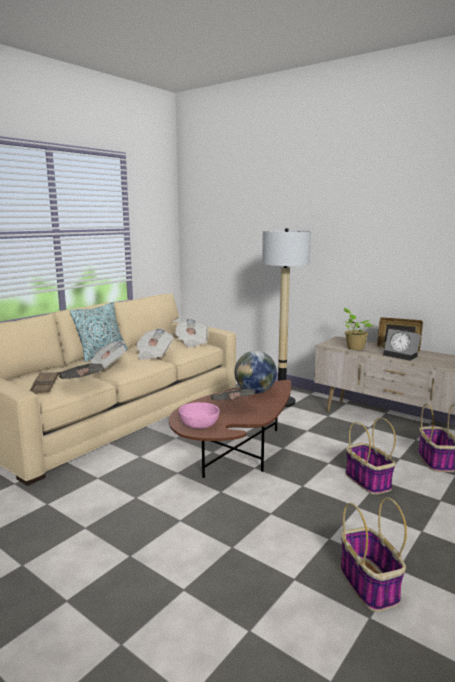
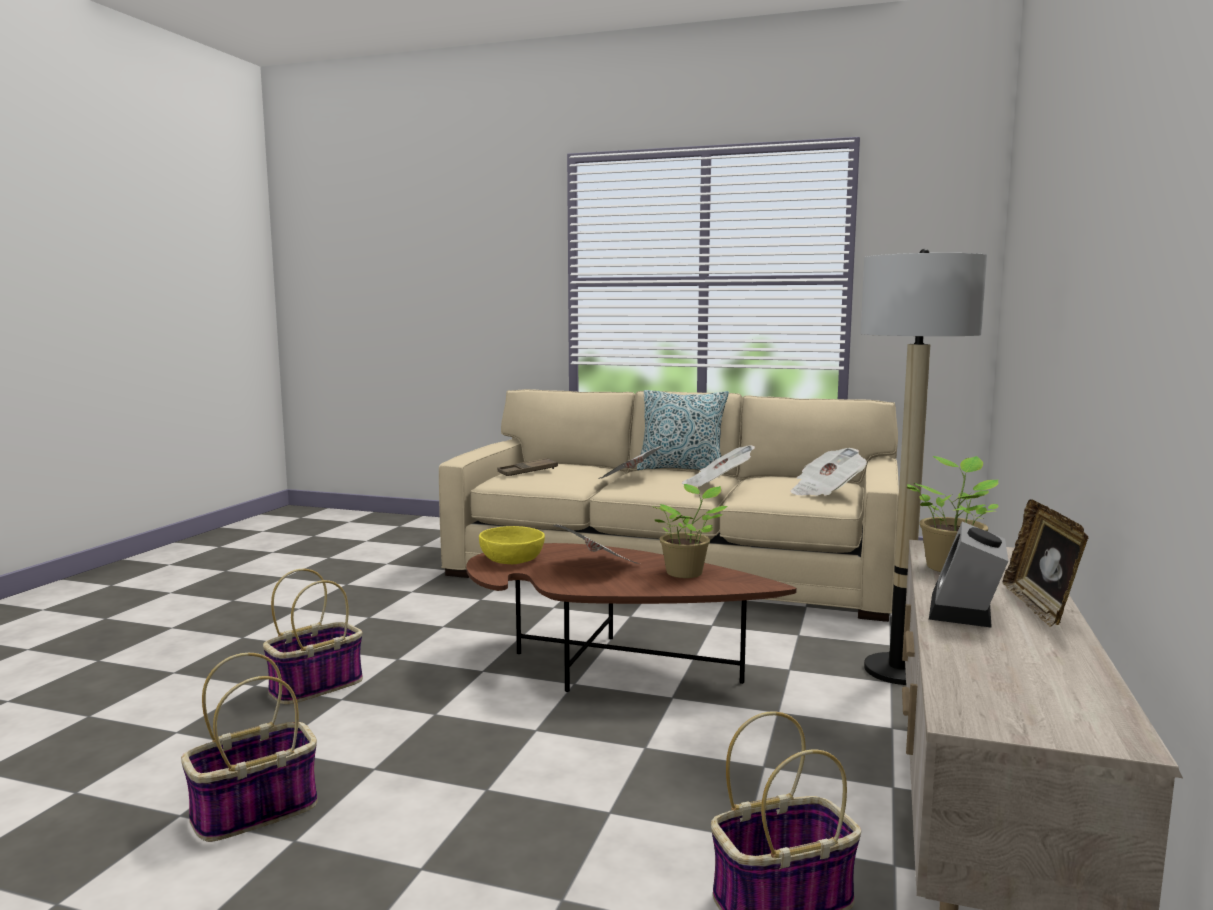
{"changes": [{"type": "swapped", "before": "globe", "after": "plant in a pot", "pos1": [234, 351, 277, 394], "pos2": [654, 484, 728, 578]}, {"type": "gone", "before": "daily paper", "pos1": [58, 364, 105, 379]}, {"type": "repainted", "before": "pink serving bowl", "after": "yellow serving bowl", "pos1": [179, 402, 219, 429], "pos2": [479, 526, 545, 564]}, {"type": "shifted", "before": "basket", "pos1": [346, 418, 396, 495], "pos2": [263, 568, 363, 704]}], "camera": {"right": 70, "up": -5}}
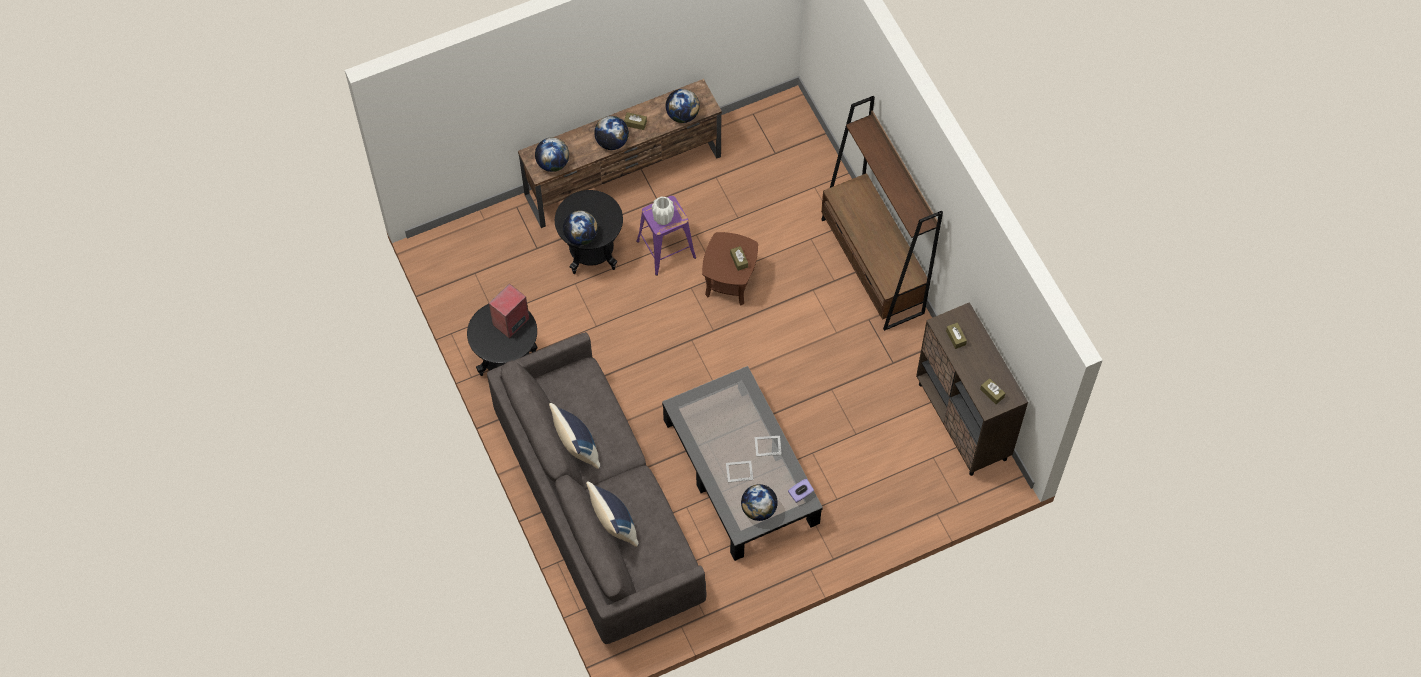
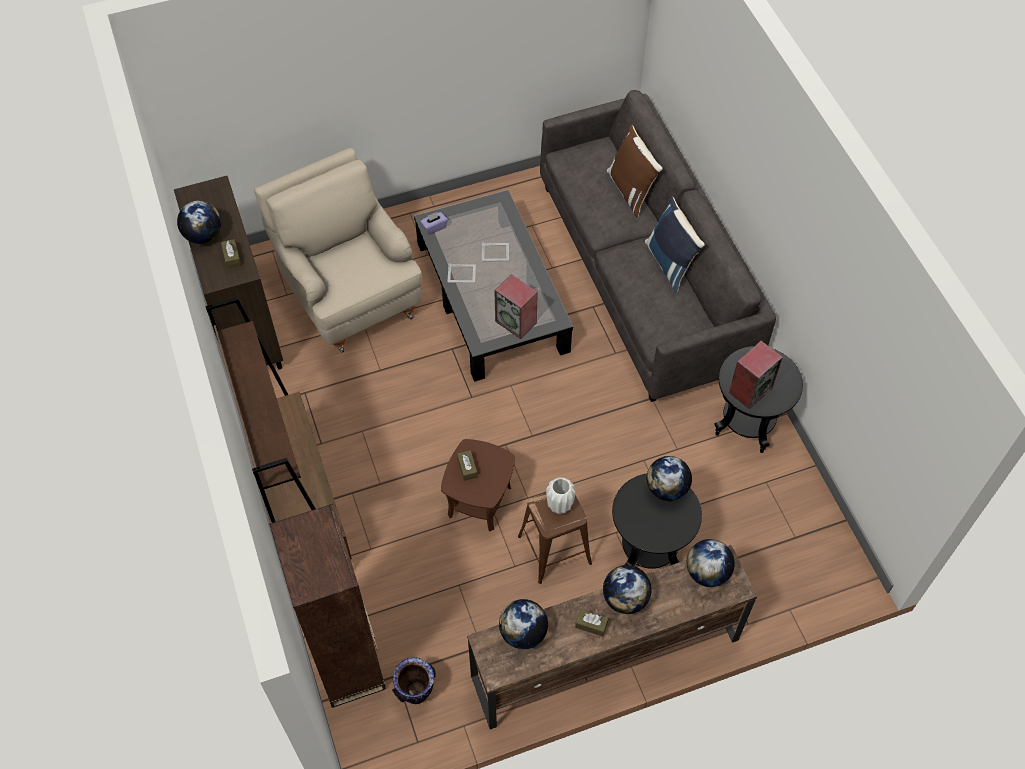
{"changes": [{"type": "repainted", "before": "purple stool seat", "after": "brownish stool seat", "pos1": [636, 196, 696, 276], "pos2": [518, 493, 592, 584]}, {"type": "gone", "before": "brownish tissue holder", "pos1": [980, 378, 1005, 404]}, {"type": "repainted", "before": "blue-coloured pillow", "after": "brownish pillow", "pos1": [586, 481, 639, 547], "pos2": [607, 125, 663, 217]}, {"type": "shifted", "before": "globe", "pos1": [741, 484, 778, 521], "pos2": [177, 201, 221, 244]}, {"type": "new", "after": "beige lounge chair", "pos2": [254, 147, 422, 353]}, {"type": "new", "after": "audio speaker", "pos2": [494, 274, 538, 339]}, {"type": "new", "after": "brownish bookcase", "pos2": [269, 504, 386, 708]}, {"type": "new", "after": "vase", "pos2": [392, 657, 436, 704]}], "camera": {"right": -175, "up": -5}}
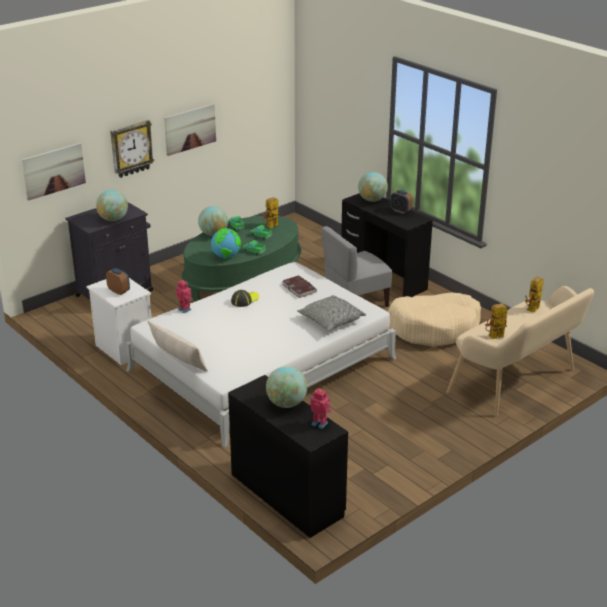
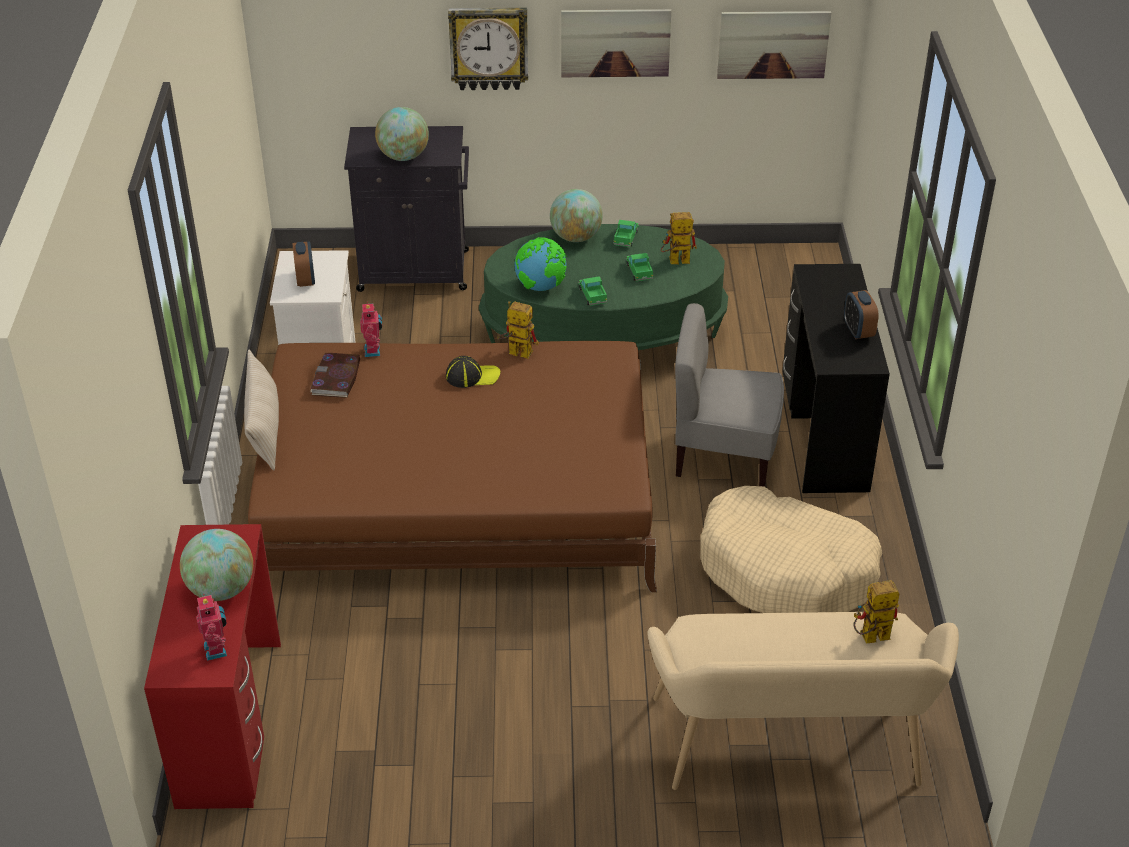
{"changes": [{"type": "shifted", "before": "picture", "pos1": [22, 143, 86, 201], "pos2": [717, 11, 831, 79]}, {"type": "gone", "before": "globe", "pos1": [358, 172, 388, 202]}, {"type": "repainted", "before": "white bedroom bed", "after": "brownish bedroom bed", "pos1": [126, 262, 397, 448], "pos2": [248, 341, 657, 592]}, {"type": "shifted", "before": "book", "pos1": [281, 275, 317, 298], "pos2": [310, 353, 360, 398]}, {"type": "gone", "before": "grey pillow", "pos1": [297, 295, 366, 331]}, {"type": "shifted", "before": "model robot", "pos1": [485, 303, 508, 339], "pos2": [496, 301, 539, 359]}, {"type": "repainted", "before": "blackish desk unit", "after": "reddish desk unit", "pos1": [228, 375, 348, 538], "pos2": [144, 524, 281, 809]}], "camera": {"right": 40, "up": 10}}
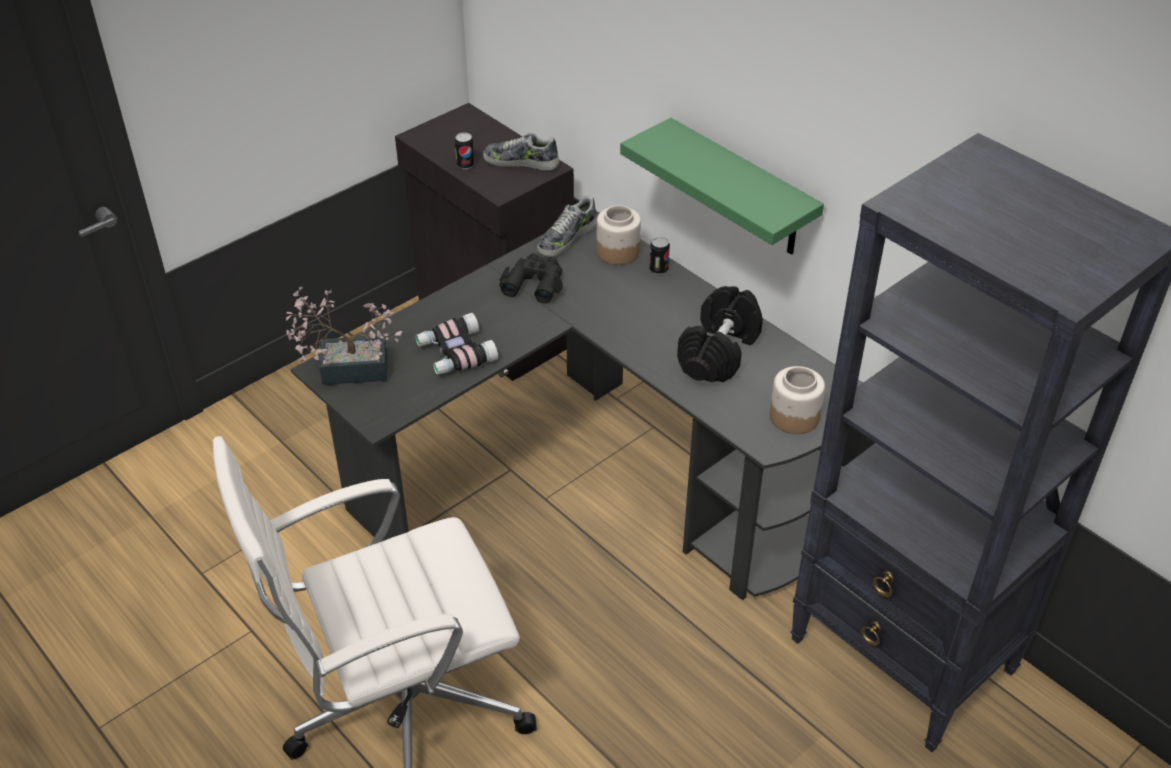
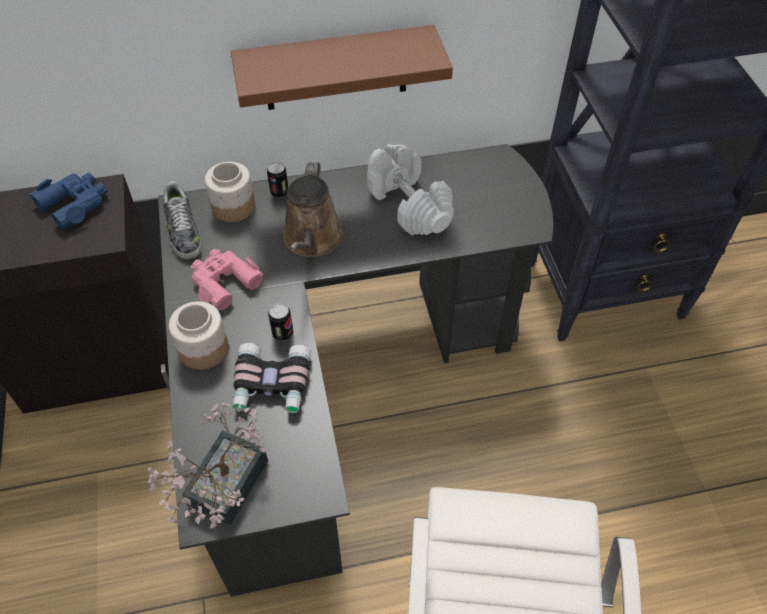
{"changes": [{"type": "repainted", "before": "greenish shelf", "after": "brownish shelf", "pos1": [620, 118, 824, 255], "pos2": [231, 25, 453, 110]}, {"type": "shifted", "before": "metal can", "pos1": [455, 133, 475, 169], "pos2": [268, 303, 293, 341]}, {"type": "swapped", "before": "low shoe", "after": "blue-coloured field glasses", "pos1": [483, 133, 559, 171], "pos2": [29, 173, 108, 230]}, {"type": "repainted", "before": "blackish field glasses", "after": "pink field glasses", "pos1": [499, 253, 563, 303], "pos2": [191, 249, 263, 310]}, {"type": "repainted", "before": "blackish hand weight", "after": "white hand weight", "pos1": [677, 286, 763, 382], "pos2": [367, 144, 454, 235]}, {"type": "shifted", "before": "jar", "pos1": [770, 366, 825, 434], "pos2": [169, 301, 228, 370]}, {"type": "new", "after": "brownish watering pot", "pos2": [283, 162, 344, 257]}], "camera": {"right": -60, "up": 10}}
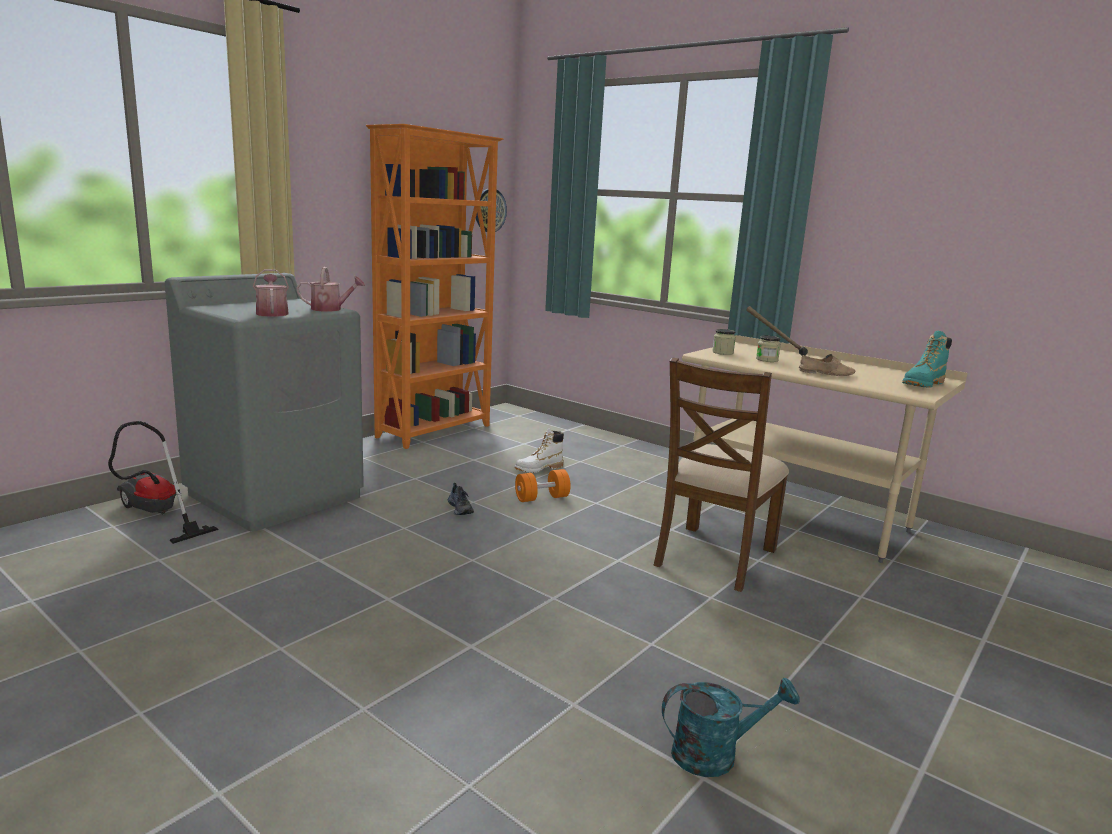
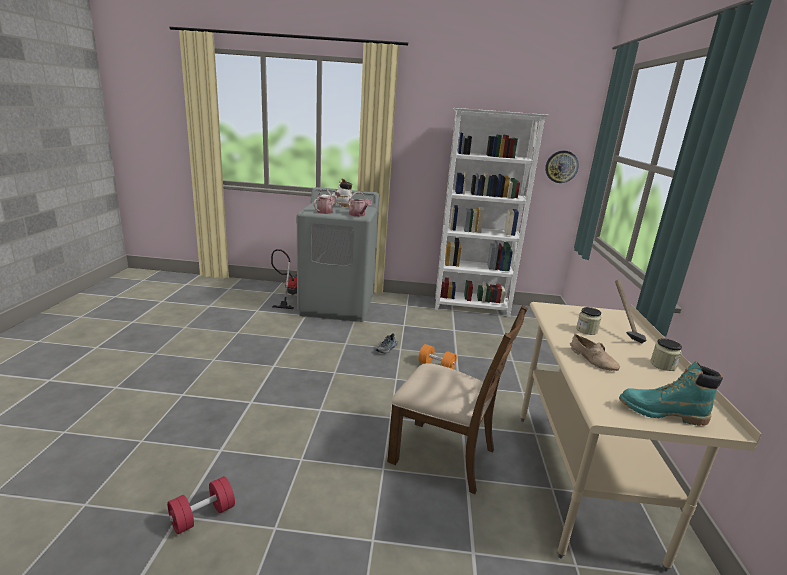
{"changes": [{"type": "repainted", "before": "orangey bookcase", "after": "white bookcase", "pos1": [366, 124, 503, 449], "pos2": [435, 108, 549, 317]}, {"type": "shifted", "before": "jar", "pos1": [712, 329, 736, 355], "pos2": [650, 338, 682, 371]}, {"type": "rotated", "before": "brownish plain chair", "pos1": [653, 358, 789, 592], "pos2": [387, 305, 528, 494], "turn": -150}, {"type": "shifted", "before": "white high-top boot", "pos1": [514, 428, 564, 473], "pos2": [321, 179, 352, 207]}, {"type": "swapped", "before": "turquoise watering pot", "after": "reddish hand weight", "pos1": [662, 678, 800, 777], "pos2": [167, 476, 235, 534]}], "camera": {"right": 55, "up": 5}}
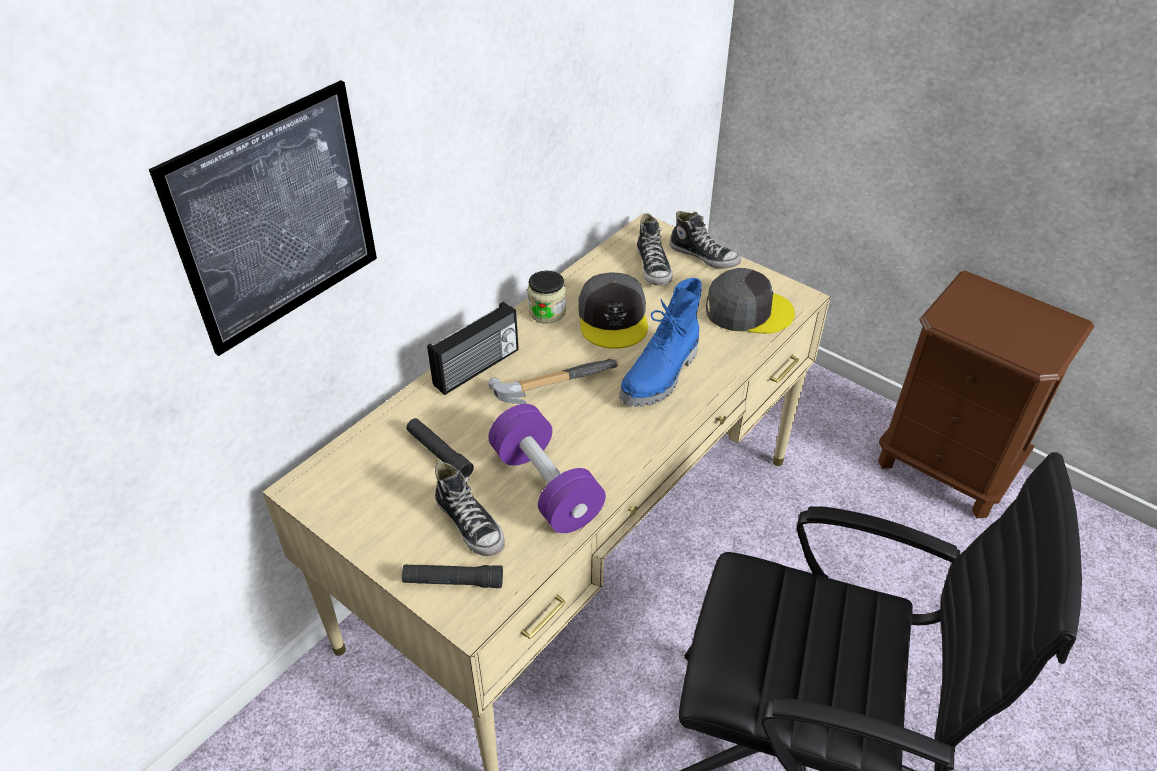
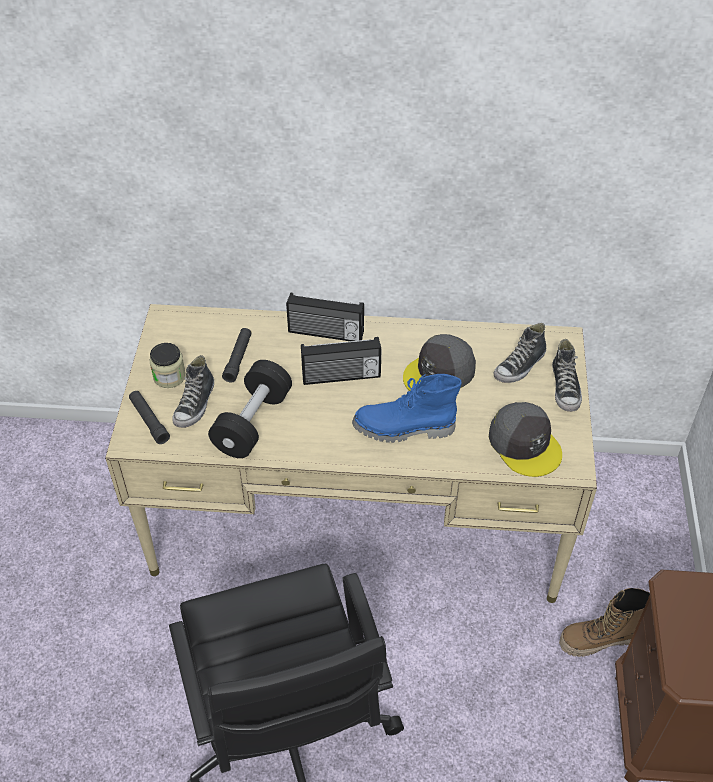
{"changes": [{"type": "gone", "before": "picture", "pos1": [149, 80, 377, 356]}, {"type": "shifted", "before": "jar", "pos1": [527, 271, 566, 323], "pos2": [149, 343, 186, 388]}, {"type": "swapped", "before": "hammer", "after": "radio set", "pos1": [488, 357, 618, 404], "pos2": [301, 337, 381, 385]}, {"type": "repainted", "before": "purple hand weight", "after": "blackish hand weight", "pos1": [488, 404, 606, 533], "pos2": [208, 360, 292, 458]}, {"type": "new", "after": "high-top boot", "pos2": [559, 588, 650, 657]}], "camera": {"right": 55, "up": 5}}
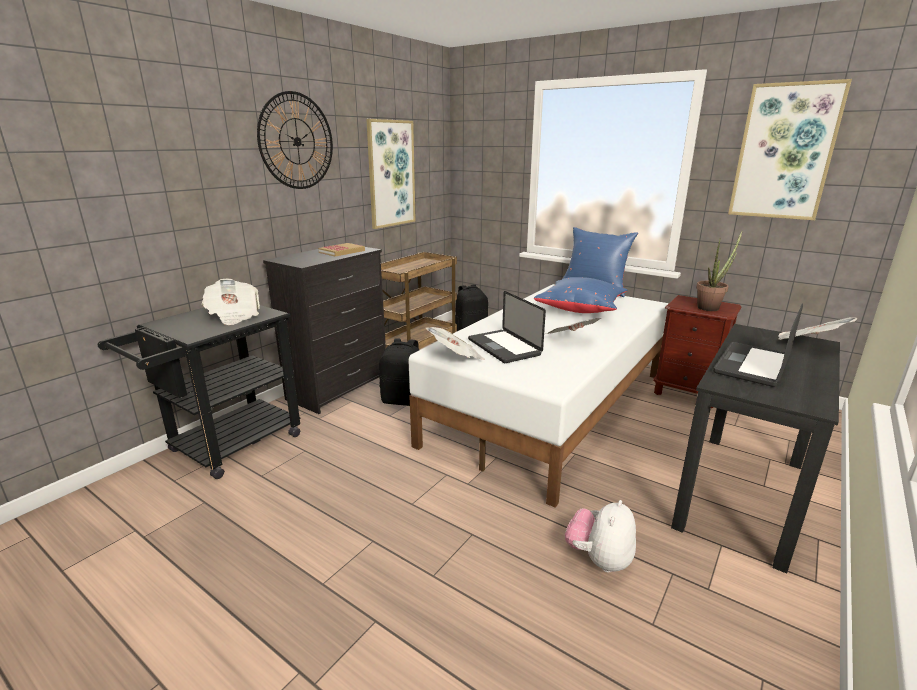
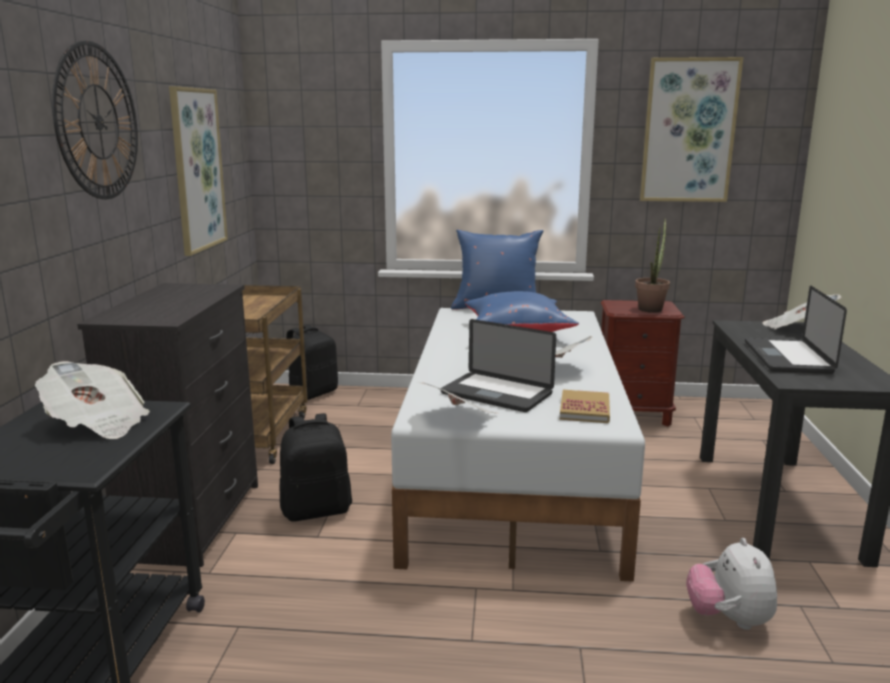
{"changes": [{"type": "shifted", "before": "book", "pos1": [318, 243, 365, 257], "pos2": [560, 390, 610, 423]}], "camera": {"right": -30, "up": -5}}
